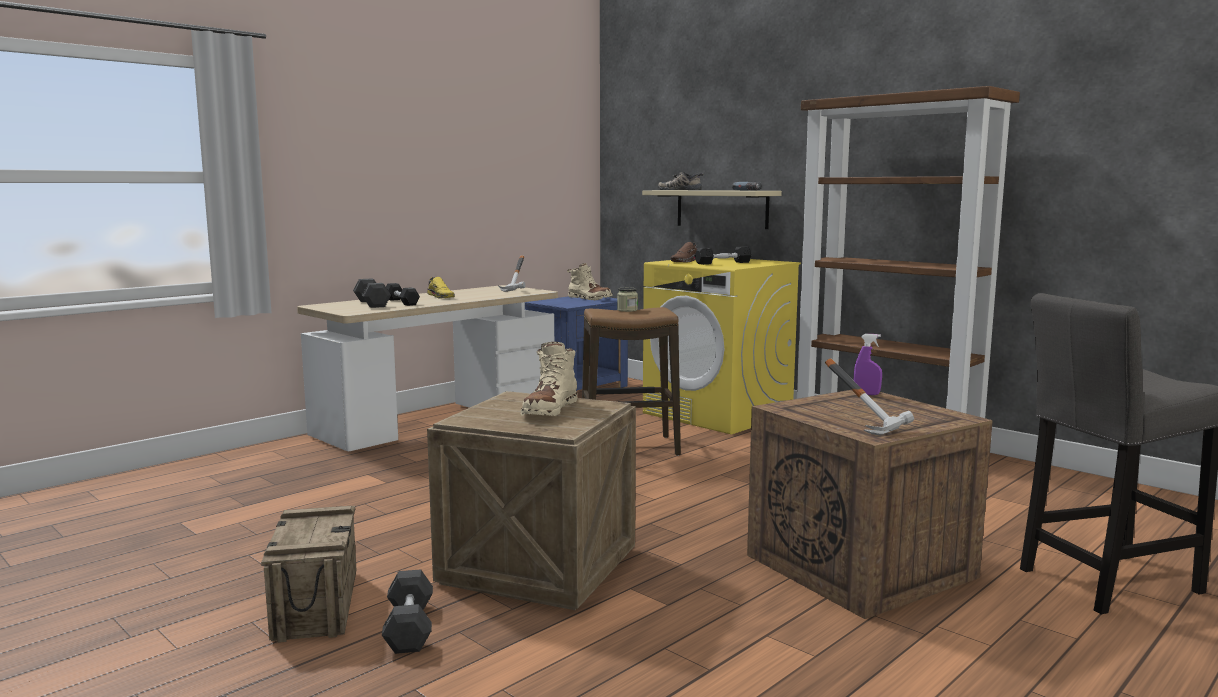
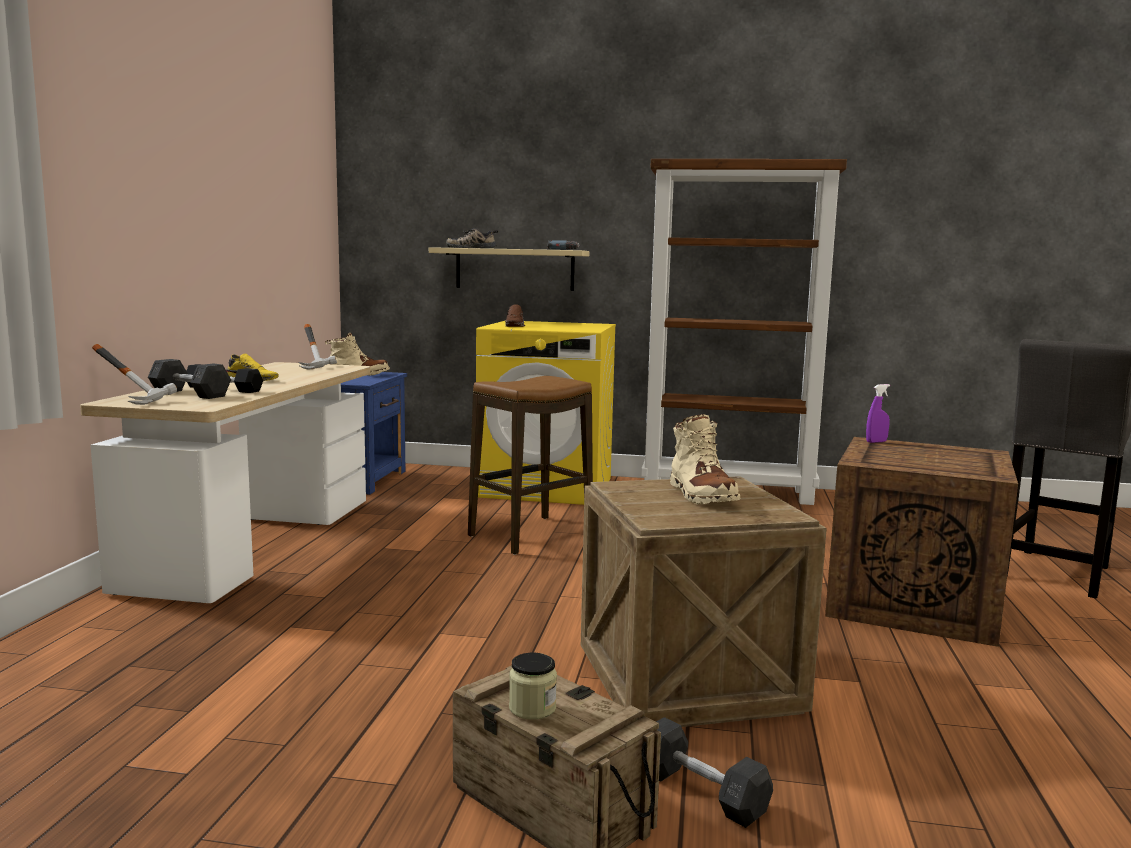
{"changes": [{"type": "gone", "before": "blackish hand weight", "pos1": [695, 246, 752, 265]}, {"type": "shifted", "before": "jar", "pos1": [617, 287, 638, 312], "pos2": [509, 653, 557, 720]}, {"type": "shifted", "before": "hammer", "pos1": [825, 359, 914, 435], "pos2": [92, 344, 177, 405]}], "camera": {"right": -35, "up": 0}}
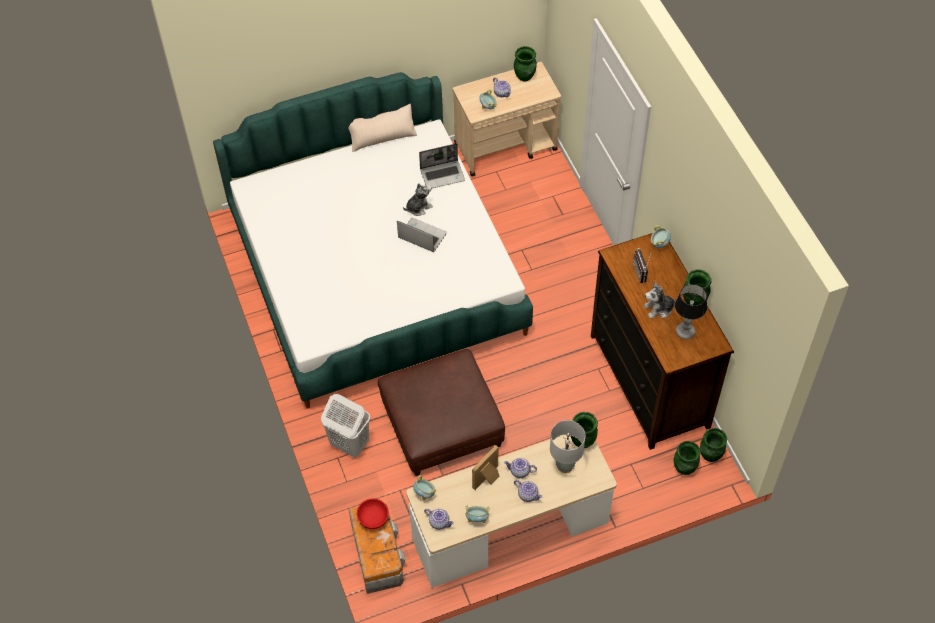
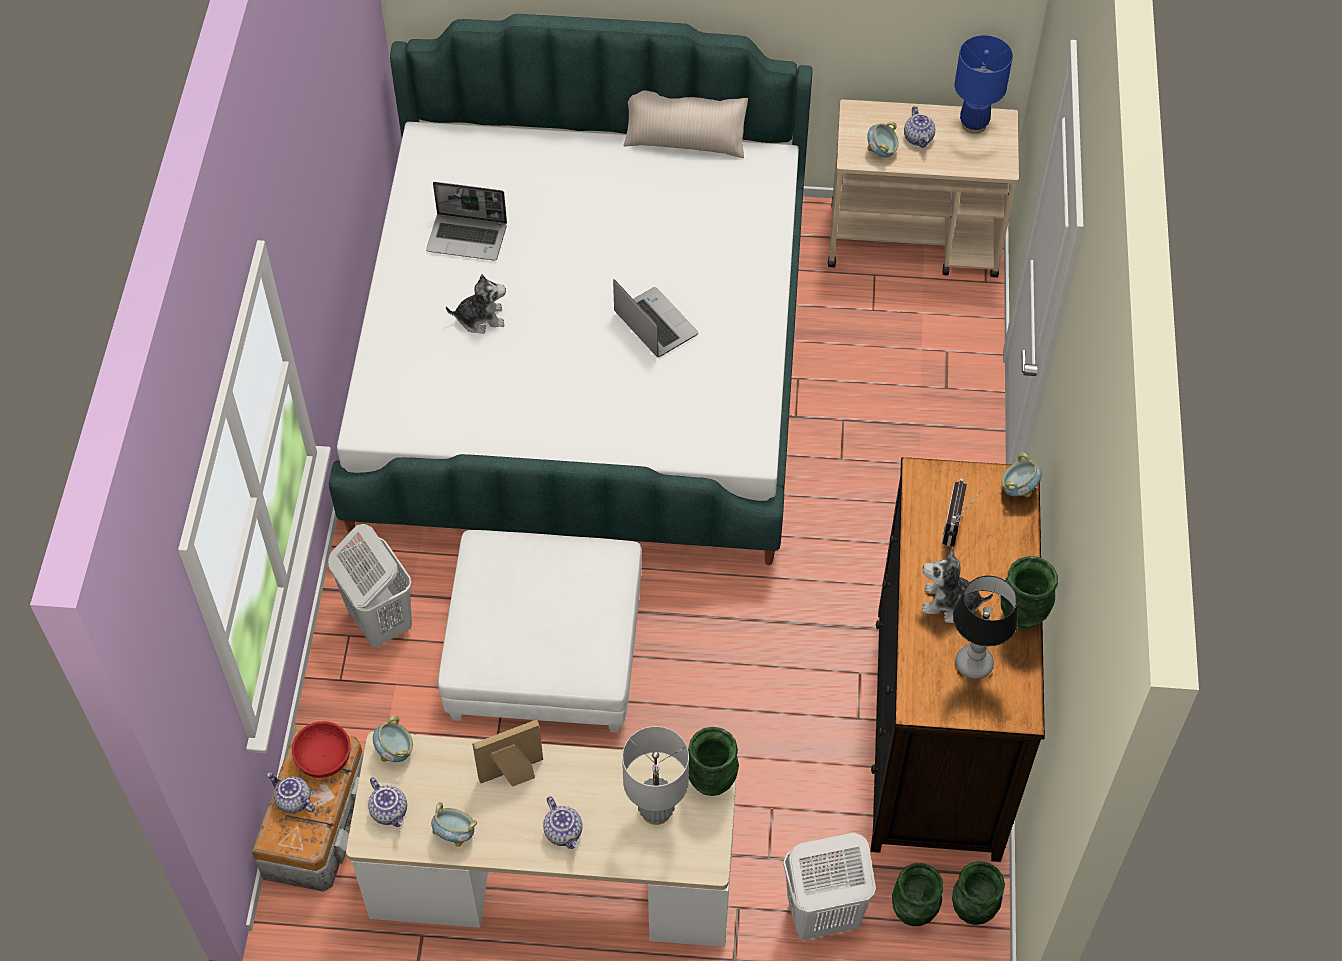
{"changes": [{"type": "swapped", "before": "greenish vase", "after": "blue-coloured tabletop lamp", "pos1": [514, 46, 537, 81], "pos2": [955, 35, 1013, 134]}, {"type": "shifted", "before": "portable computer", "pos1": [419, 143, 465, 188], "pos2": [426, 182, 507, 261]}, {"type": "shifted", "before": "soft toy", "pos1": [403, 183, 433, 216], "pos2": [446, 274, 506, 334]}, {"type": "repainted", "before": "brownish ottoman", "after": "white ottoman", "pos1": [378, 349, 505, 476], "pos2": [438, 530, 642, 733]}, {"type": "shifted", "before": "tea pot", "pos1": [504, 458, 537, 478], "pos2": [267, 772, 315, 814]}, {"type": "new", "after": "white washing basket", "pos2": [783, 833, 876, 940]}], "camera": {"right": 25, "up": 0}}
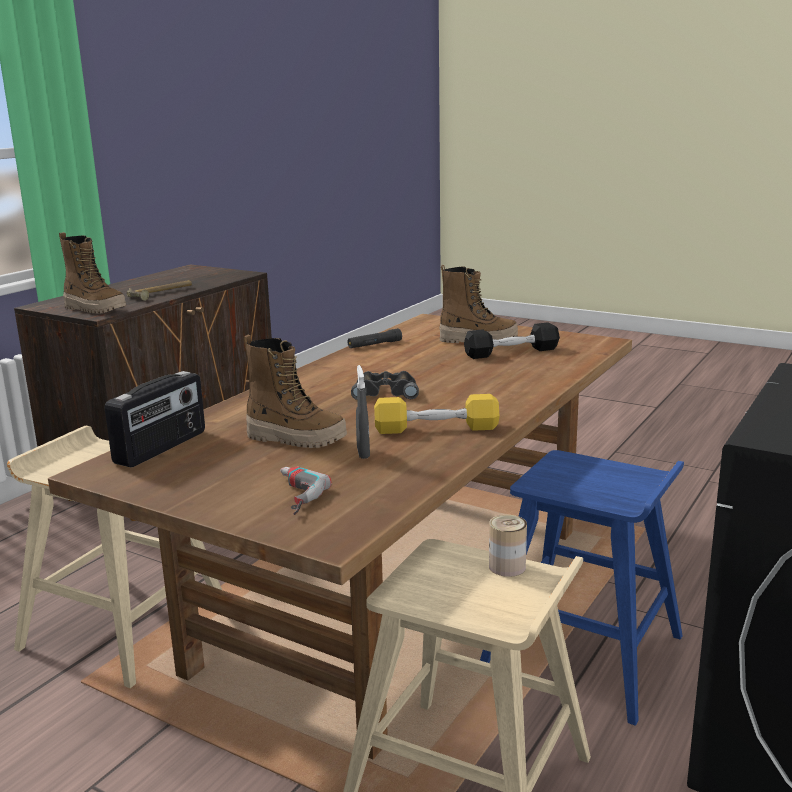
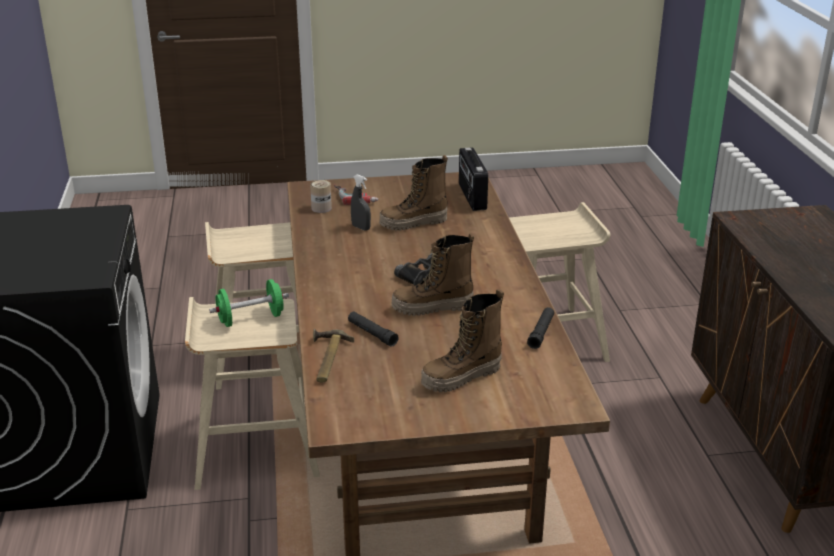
{"changes": [{"type": "shifted", "before": "high-top boot", "pos1": [59, 232, 126, 314], "pos2": [391, 233, 474, 316]}, {"type": "shifted", "before": "hammer", "pos1": [127, 280, 192, 301], "pos2": [313, 329, 354, 383]}, {"type": "gone", "before": "blackish hand weight", "pos1": [464, 322, 560, 359]}, {"type": "gone", "before": "yellow hand weight", "pos1": [374, 394, 500, 434]}, {"type": "repainted", "before": "blue-coloured stool seat", "after": "beige stool seat", "pos1": [480, 450, 684, 726], "pos2": [185, 297, 320, 490]}, {"type": "shifted", "before": "metal can", "pos1": [489, 515, 527, 577], "pos2": [310, 180, 332, 213]}, {"type": "new", "after": "greenish hand weight", "pos2": [209, 279, 289, 327]}, {"type": "new", "after": "blackish torch", "pos2": [348, 312, 399, 347]}], "camera": {"right": 140, "up": 10}}
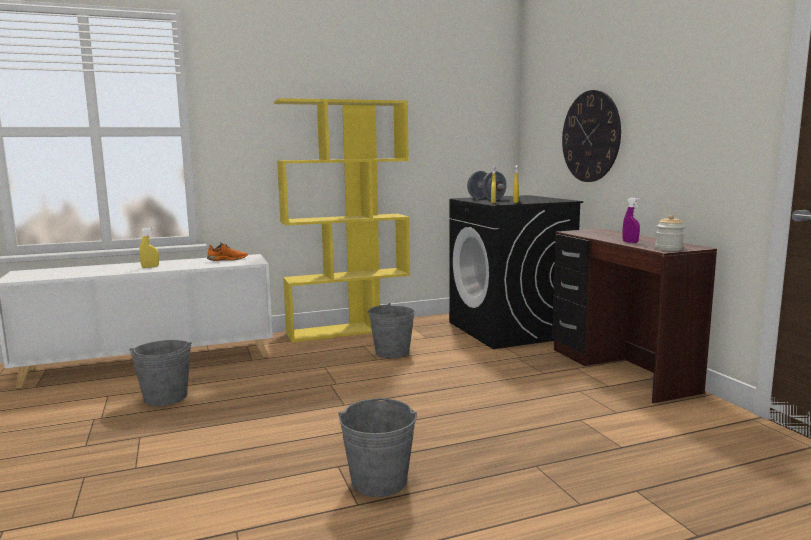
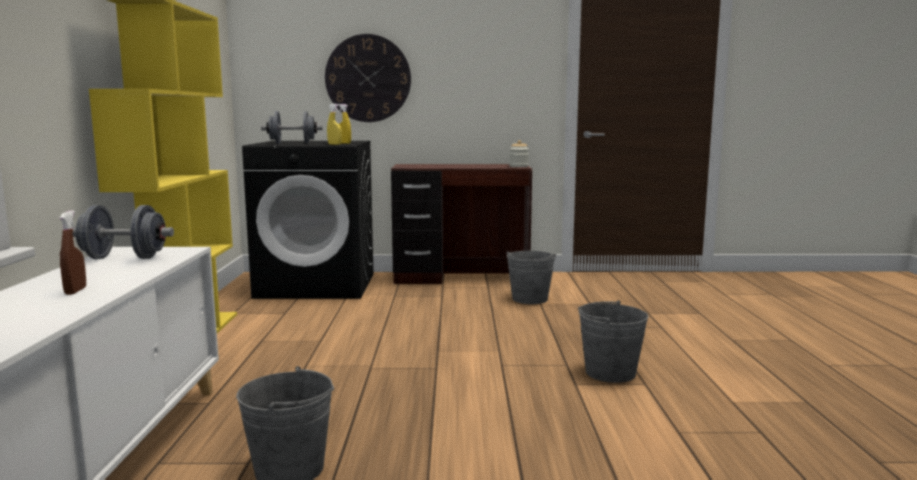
{"changes": [{"type": "gone", "before": "purple spray bottle", "pos1": [623, 198, 640, 243]}, {"type": "repainted", "before": "yellow spray bottle", "after": "brownish spray bottle", "pos1": [139, 227, 159, 268], "pos2": [60, 210, 86, 295]}, {"type": "swapped", "before": "orangey low shoe", "after": "grey hand weight", "pos1": [207, 242, 248, 261], "pos2": [72, 205, 174, 259]}, {"type": "shifted", "before": "grey water bucket", "pos1": [367, 303, 415, 358], "pos2": [506, 251, 556, 304]}], "camera": {"right": -70, "up": 0}}
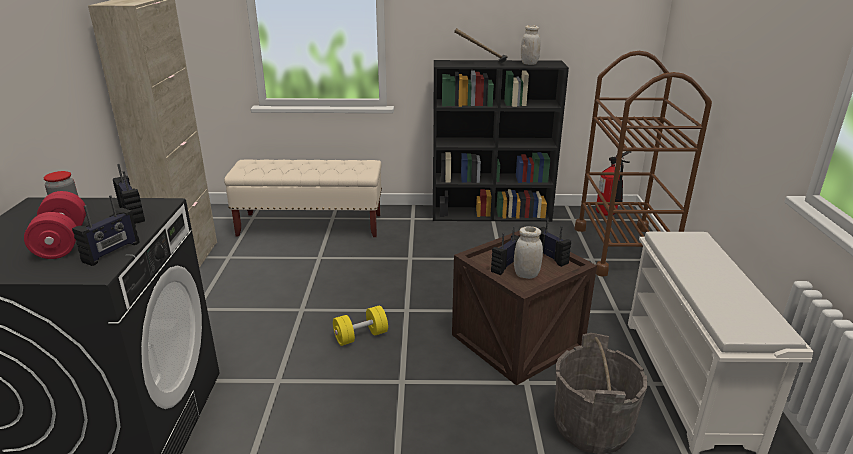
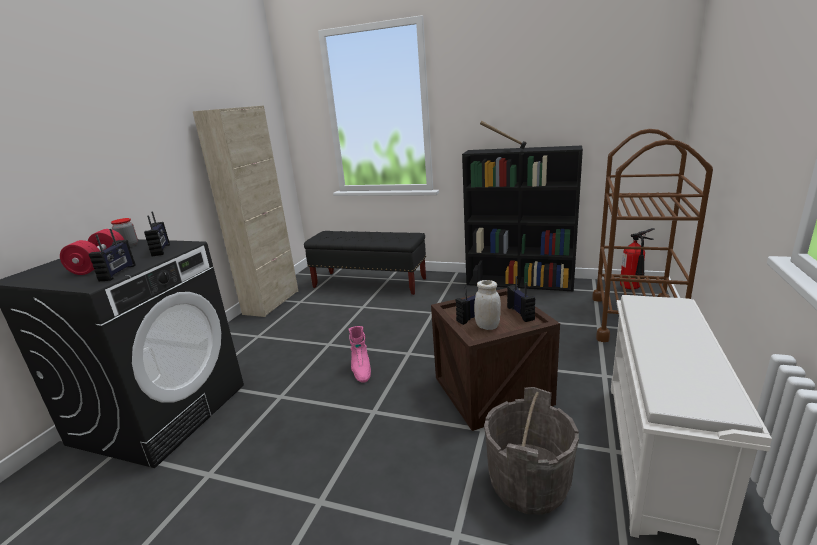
{"changes": [{"type": "gone", "before": "white jar", "pos1": [521, 25, 541, 65]}, {"type": "repainted", "before": "beige indoor bench", "after": "blackish indoor bench", "pos1": [224, 159, 382, 237], "pos2": [304, 231, 426, 295]}, {"type": "rotated", "before": "radio set", "pos1": [72, 195, 140, 266], "pos2": [89, 229, 136, 281], "turn": -45}, {"type": "swapped", "before": "yellow hand weight", "after": "pink high-top boot", "pos1": [333, 306, 388, 346], "pos2": [349, 326, 371, 383]}], "camera": {"right": 20, "up": -5}}
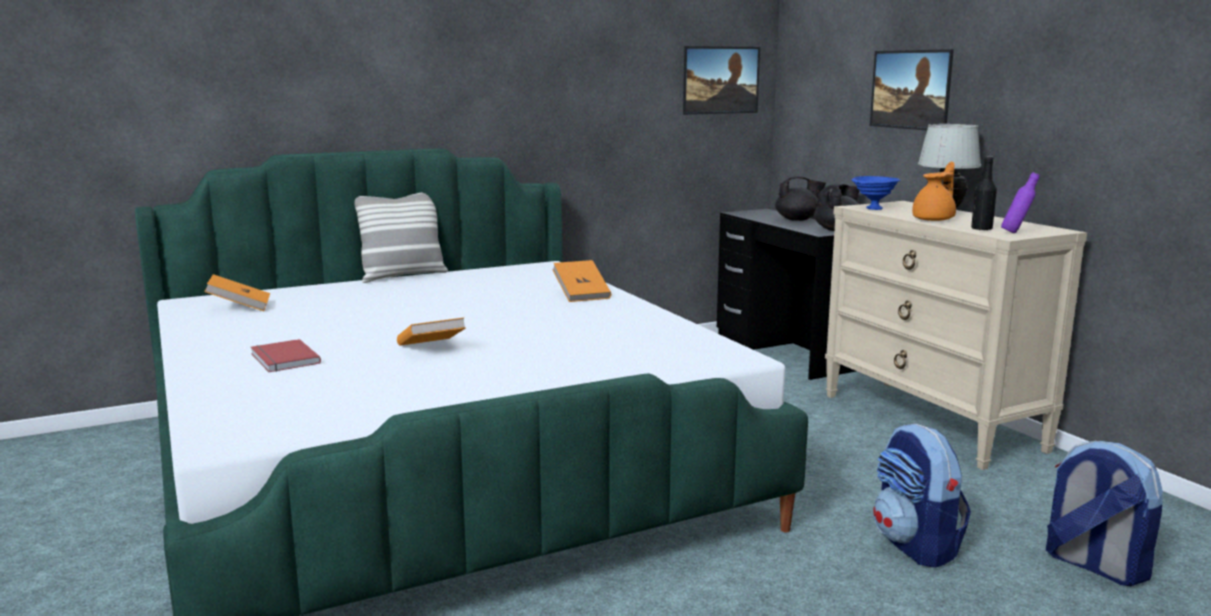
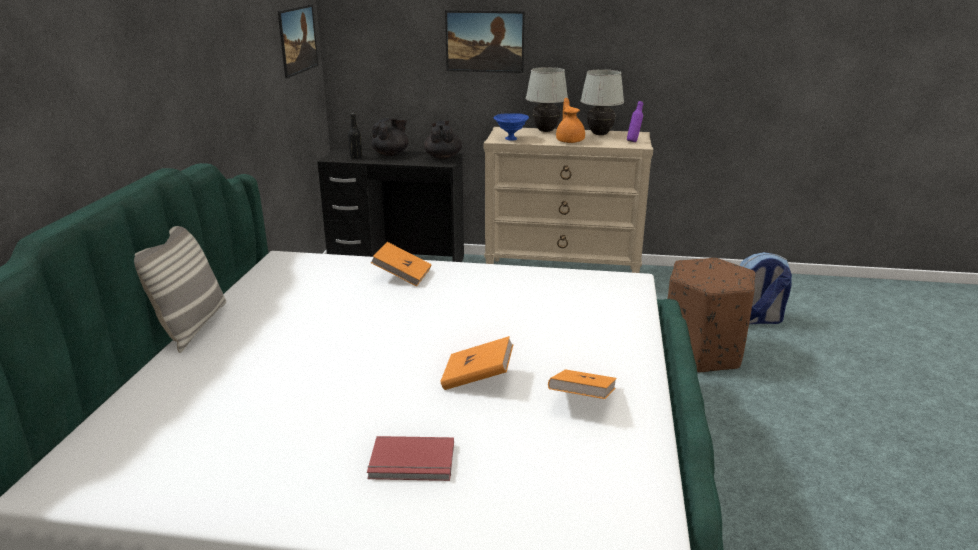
{"changes": [{"type": "shifted", "before": "blackish drink bottle", "pos1": [971, 156, 997, 231], "pos2": [348, 113, 362, 159]}, {"type": "shifted", "before": "orangey book", "pos1": [204, 274, 270, 311], "pos2": [548, 369, 617, 399]}, {"type": "swapped", "before": "rucksack", "after": "brownish ottoman", "pos1": [873, 424, 971, 568], "pos2": [668, 258, 755, 373]}, {"type": "new", "after": "white tabletop lamp", "pos2": [580, 69, 624, 135]}], "camera": {"right": -55, "up": 10}}
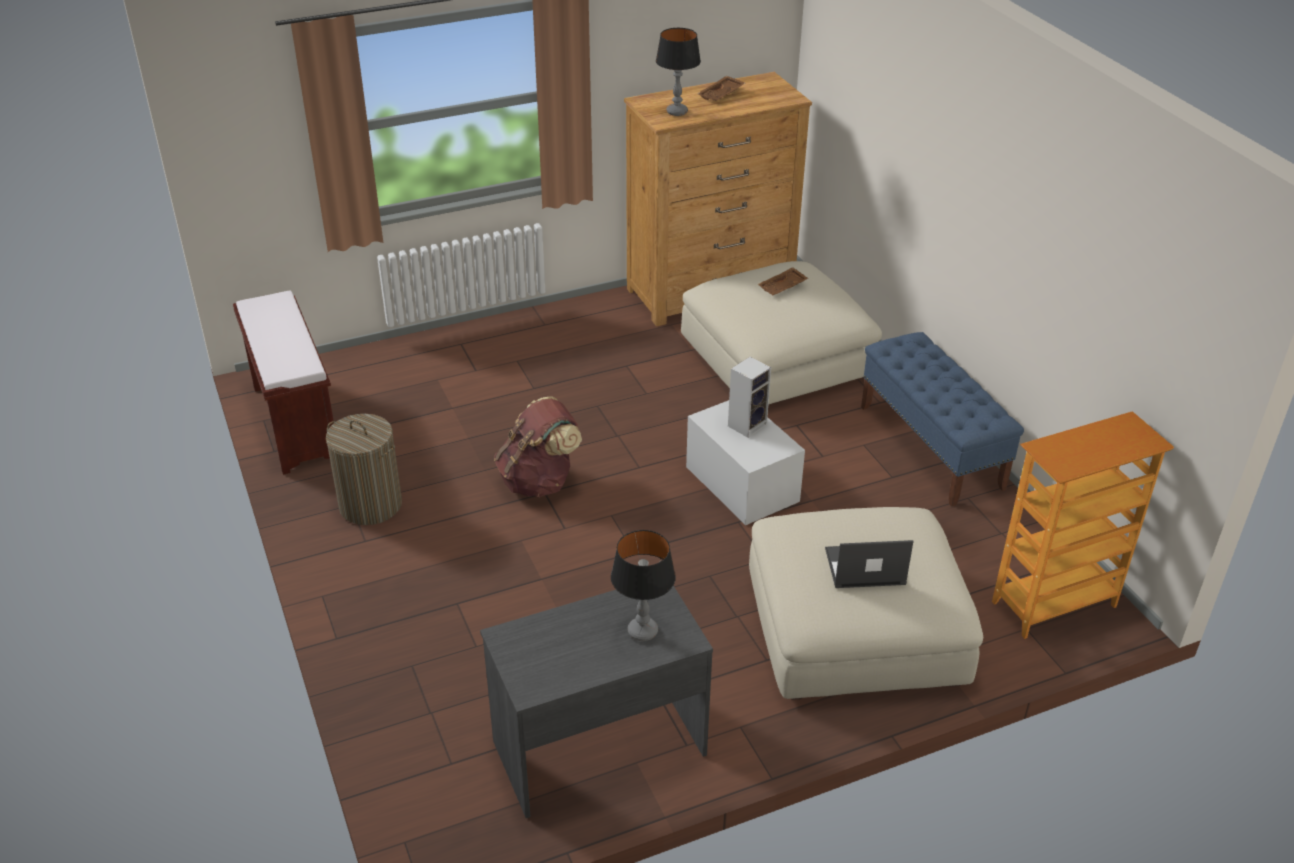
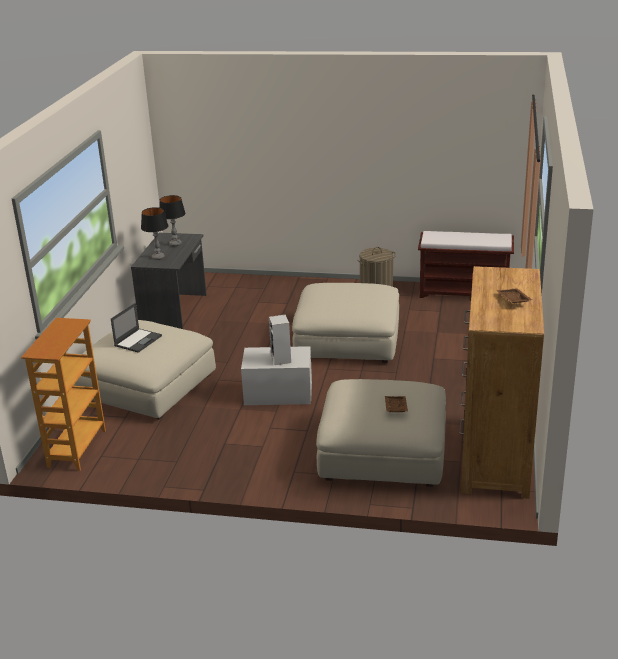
{"changes": [{"type": "shifted", "before": "tabletop lamp", "pos1": [656, 28, 701, 116], "pos2": [159, 195, 186, 246]}, {"type": "gone", "before": "blue-coloured indoor bench", "pos1": [861, 332, 1024, 506]}, {"type": "swapped", "before": "brownish rucksack", "after": "beige ottoman", "pos1": [494, 396, 582, 497], "pos2": [292, 283, 399, 363]}], "camera": {"right": 125, "up": -10}}
